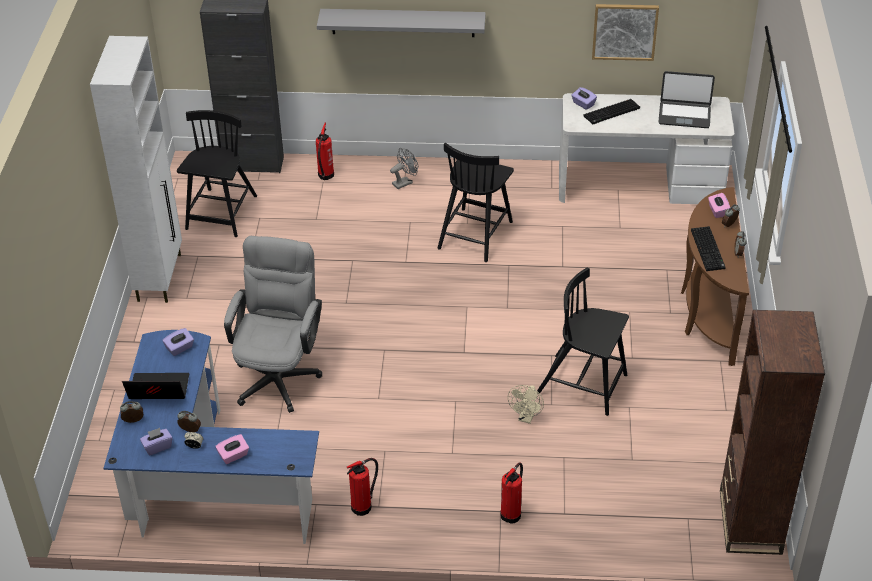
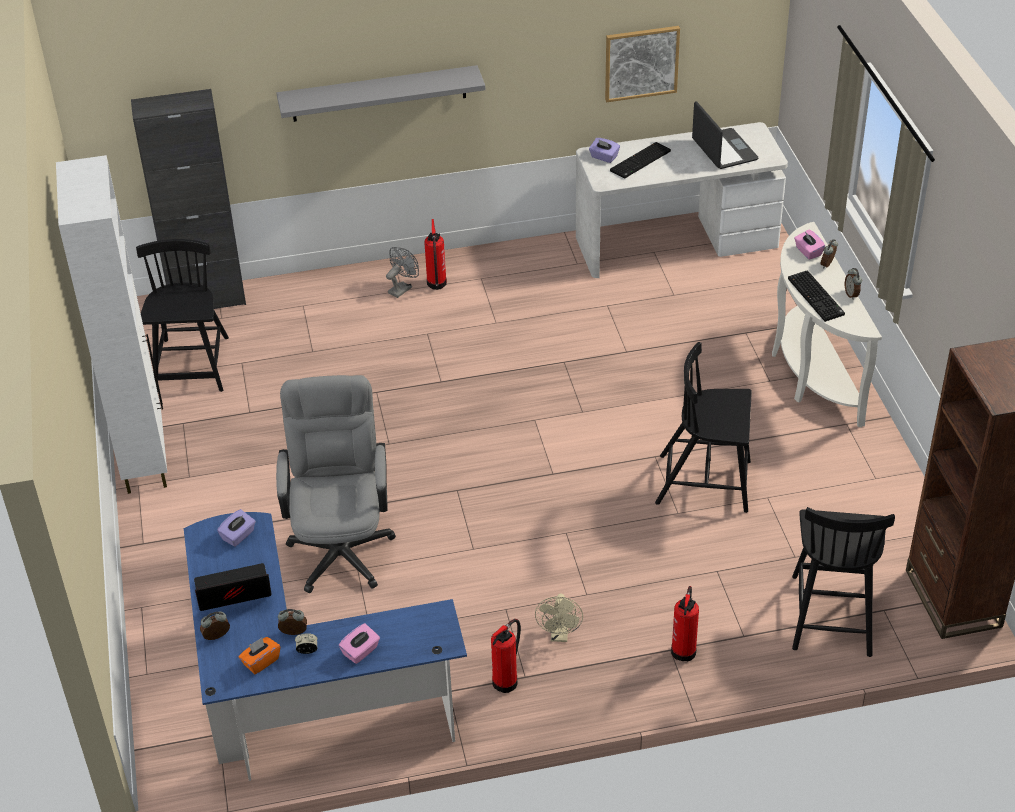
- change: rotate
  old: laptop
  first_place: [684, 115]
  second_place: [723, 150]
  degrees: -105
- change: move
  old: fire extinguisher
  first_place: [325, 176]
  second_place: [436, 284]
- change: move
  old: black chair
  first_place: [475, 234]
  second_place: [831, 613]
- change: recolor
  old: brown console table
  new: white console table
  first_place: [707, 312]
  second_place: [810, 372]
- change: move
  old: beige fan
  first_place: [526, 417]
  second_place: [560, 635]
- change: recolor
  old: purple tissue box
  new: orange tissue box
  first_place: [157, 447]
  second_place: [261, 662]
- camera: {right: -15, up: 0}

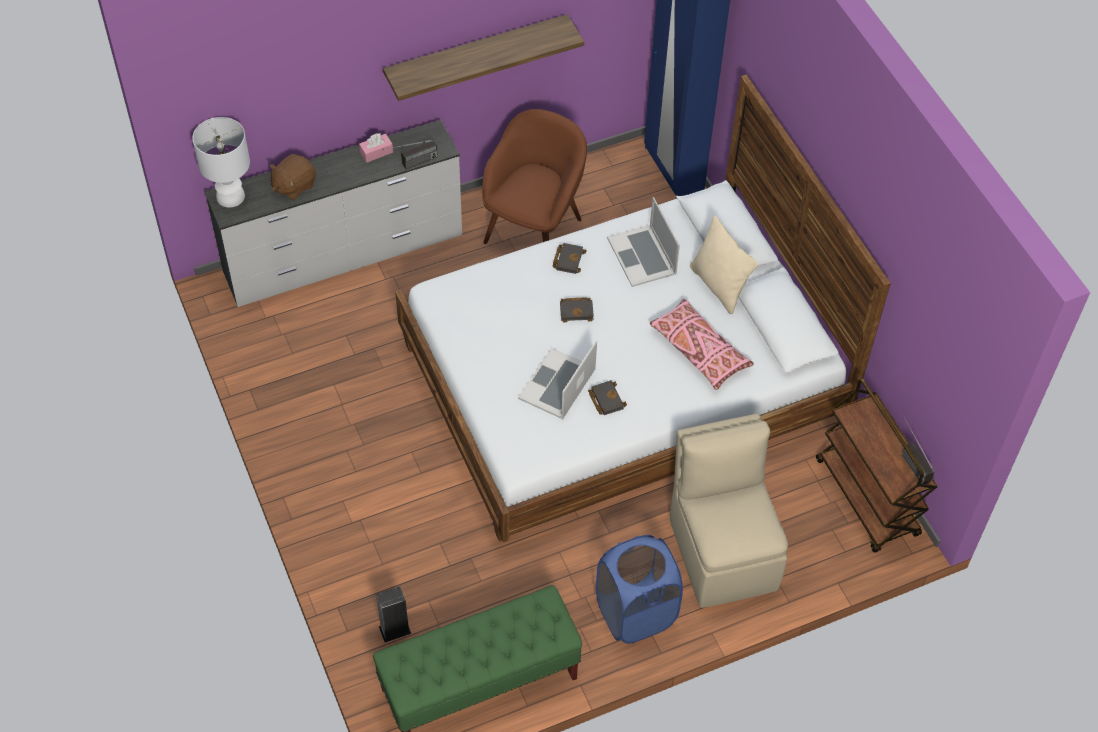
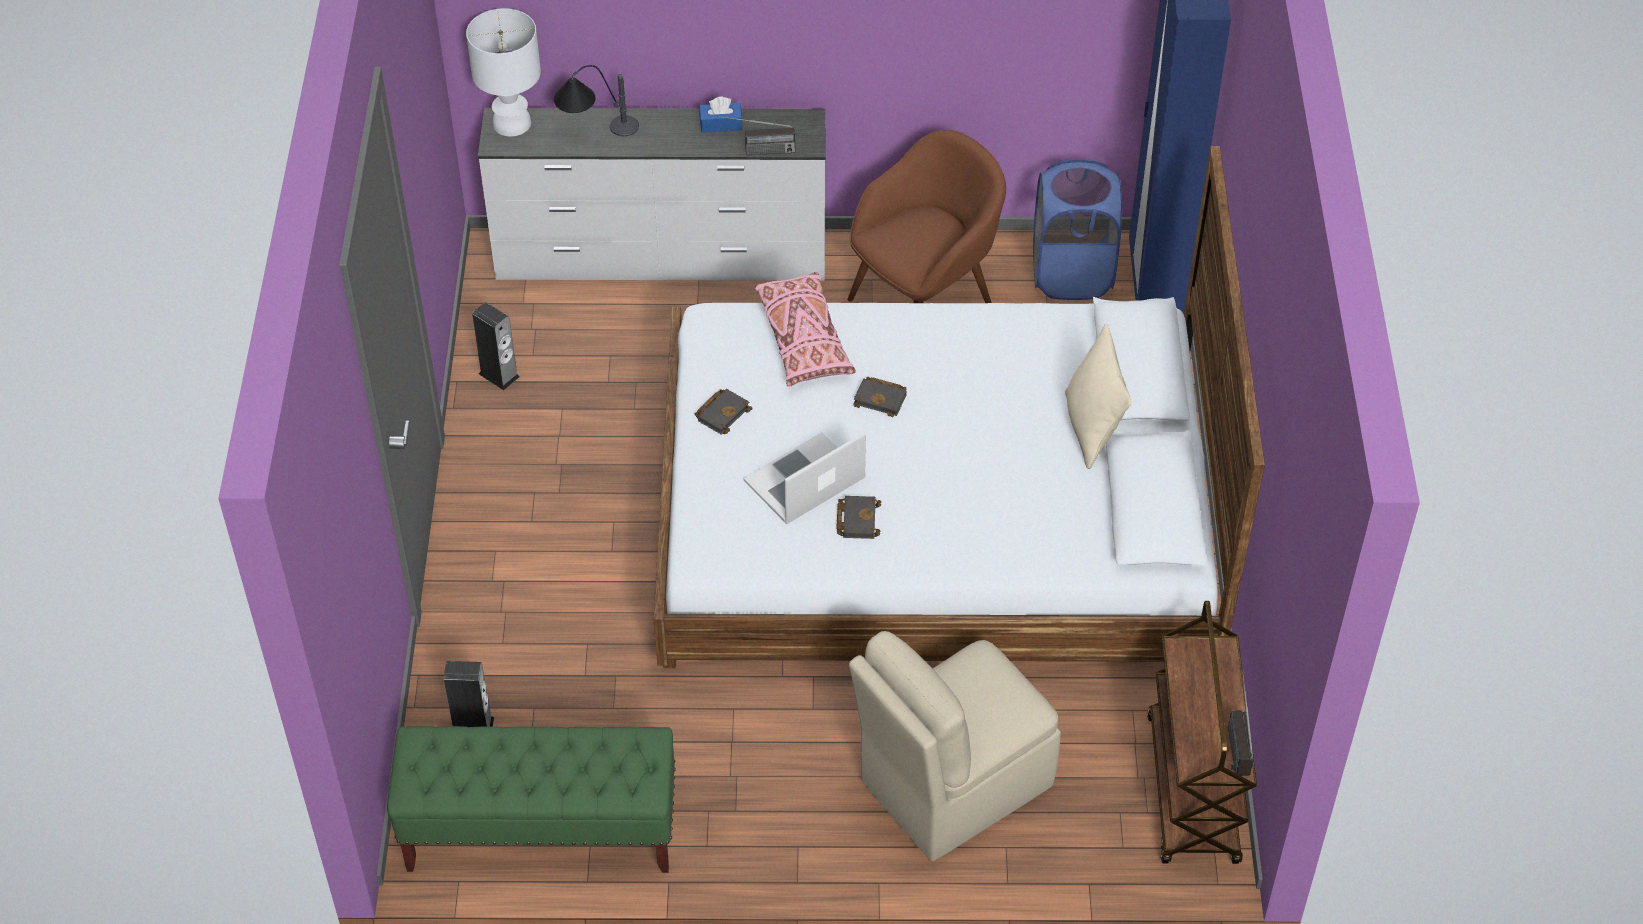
- change: delete
  old: shelf
  first_place: [476, 54]
- change: recolor
  old: pink tissue box
  new: blue tissue box
  first_place: [376, 152]
  second_place: [721, 124]
- change: replace
  old: brown plush toy
  new: table lamp
  first_place: [293, 186]
  second_place: [595, 133]
- change: delete
  old: laptop
  first_place: [642, 256]
- change: move
  old: black book
  first_place: [568, 259]
  second_place: [722, 413]
- change: move
  old: pink pillow
  first_place: [699, 350]
  second_place: [803, 340]
- change: rotate
  old: beige chair
  first_place: [722, 551]
  second_place: [951, 785]
  degrees: -135
- change: move
  old: blue laundry basket
  first_place: [635, 613]
  second_place: [1072, 274]
- change: insert
  new: speaker
  second_place: [499, 375]
- camera: {right: 25, up: -5}

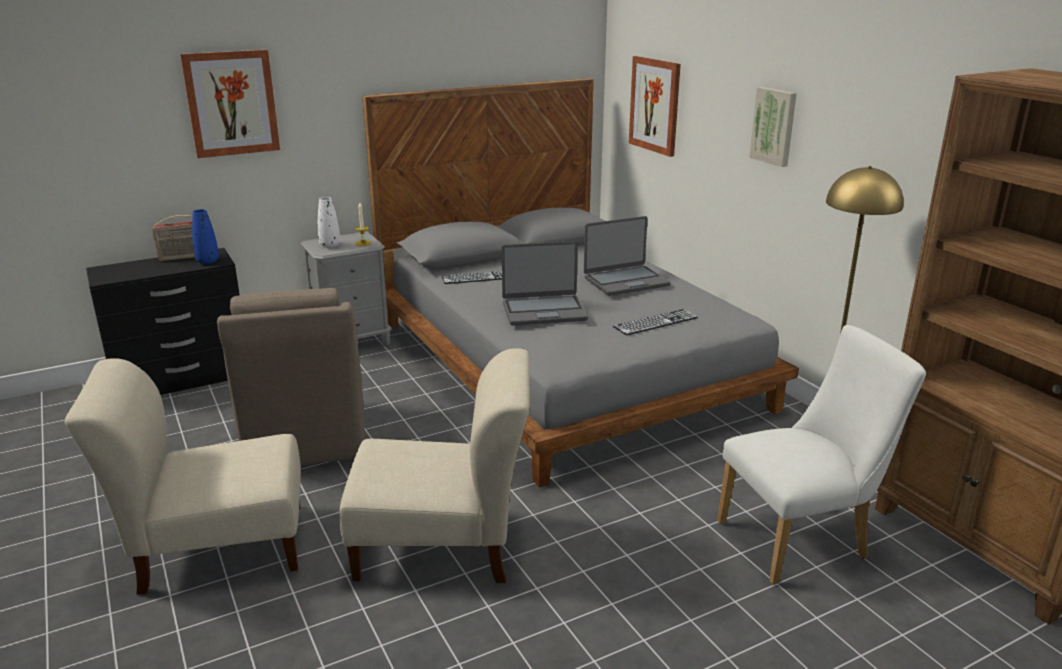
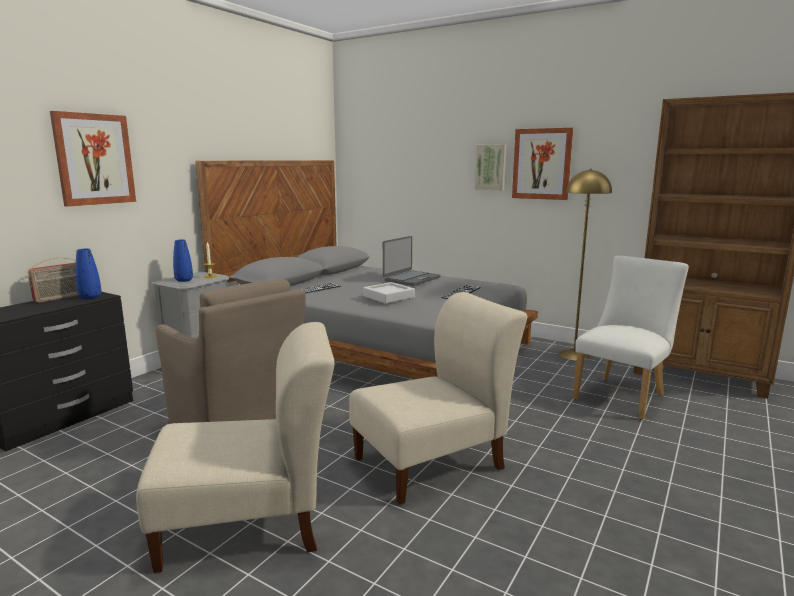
- change: move
  old: picture
  first_place: [655, 105]
  second_place: [542, 164]
- change: recolor
  old: white vase
  new: blue vase
  first_place: [330, 245]
  second_place: [184, 280]
- change: replace
  old: laptop
  new: grey tray
  first_place: [544, 311]
  second_place: [388, 296]
- change: rotate
  old: beige chair
  first_place: [215, 547]
  second_place: [249, 523]
  degrees: -150
- camera: {right: -30, up: -10}

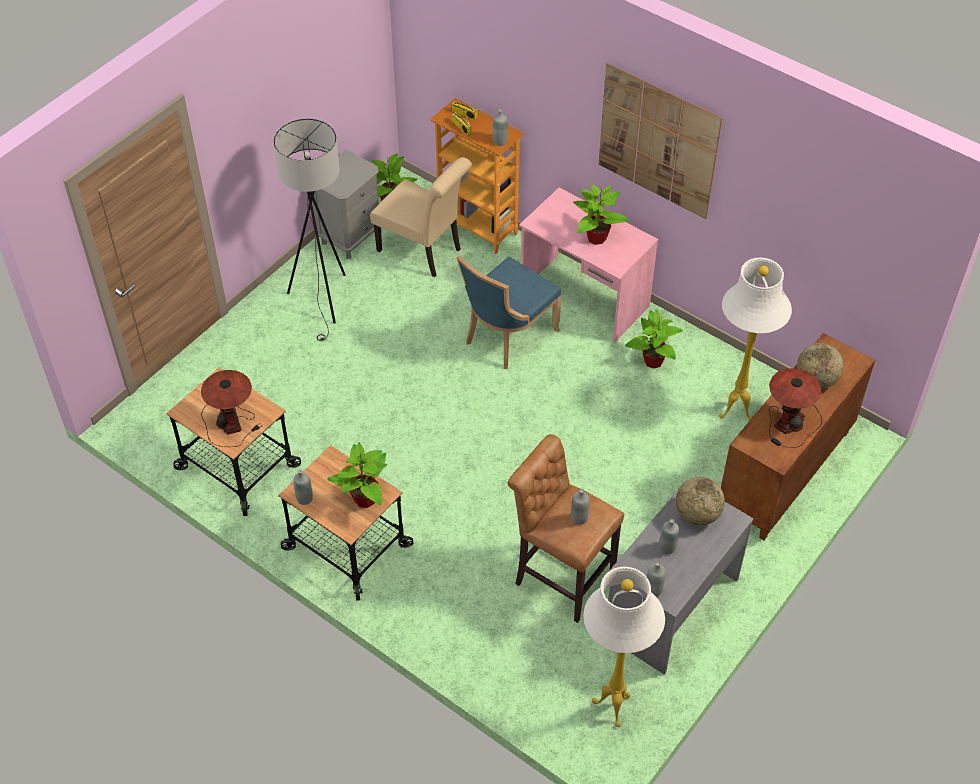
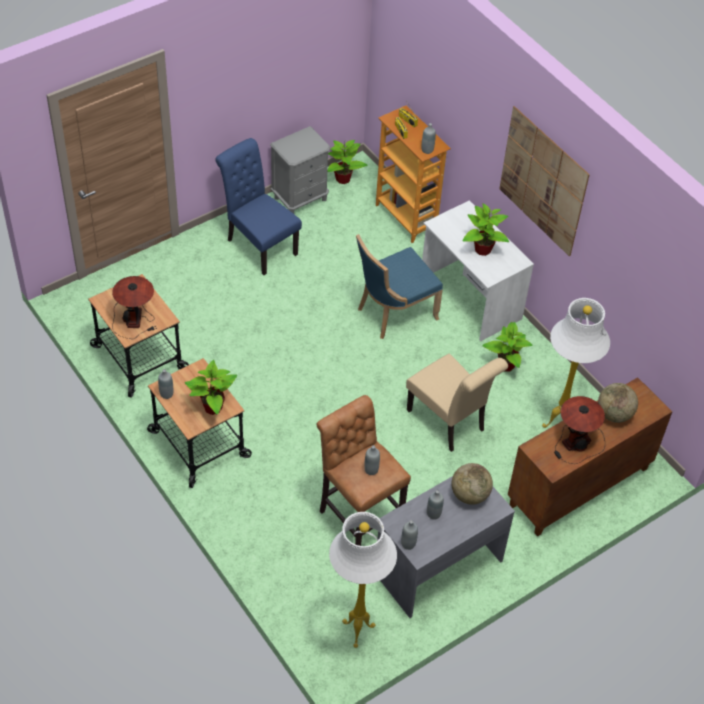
- change: replace
  old: grey floor lamp
  new: blue chair
  first_place: [324, 300]
  second_place: [258, 245]
- change: move
  old: beige chair
  first_place: [424, 251]
  second_place: [449, 423]
- change: recolor
  old: pink desk
  new: white desk
  first_place: [584, 298]
  second_place: [469, 298]
- camera: {right: 15, up: 0}

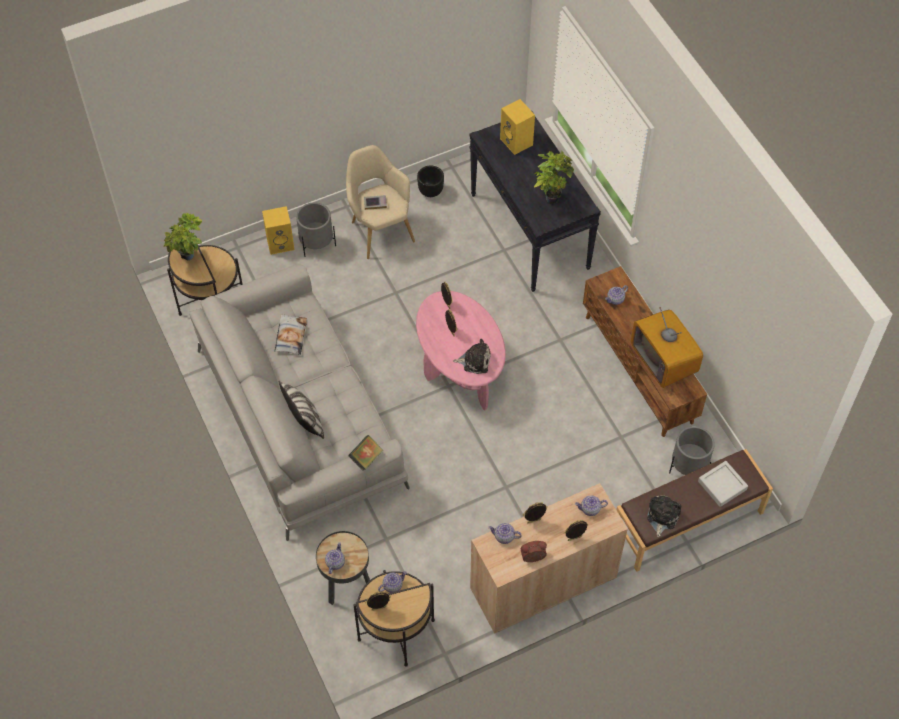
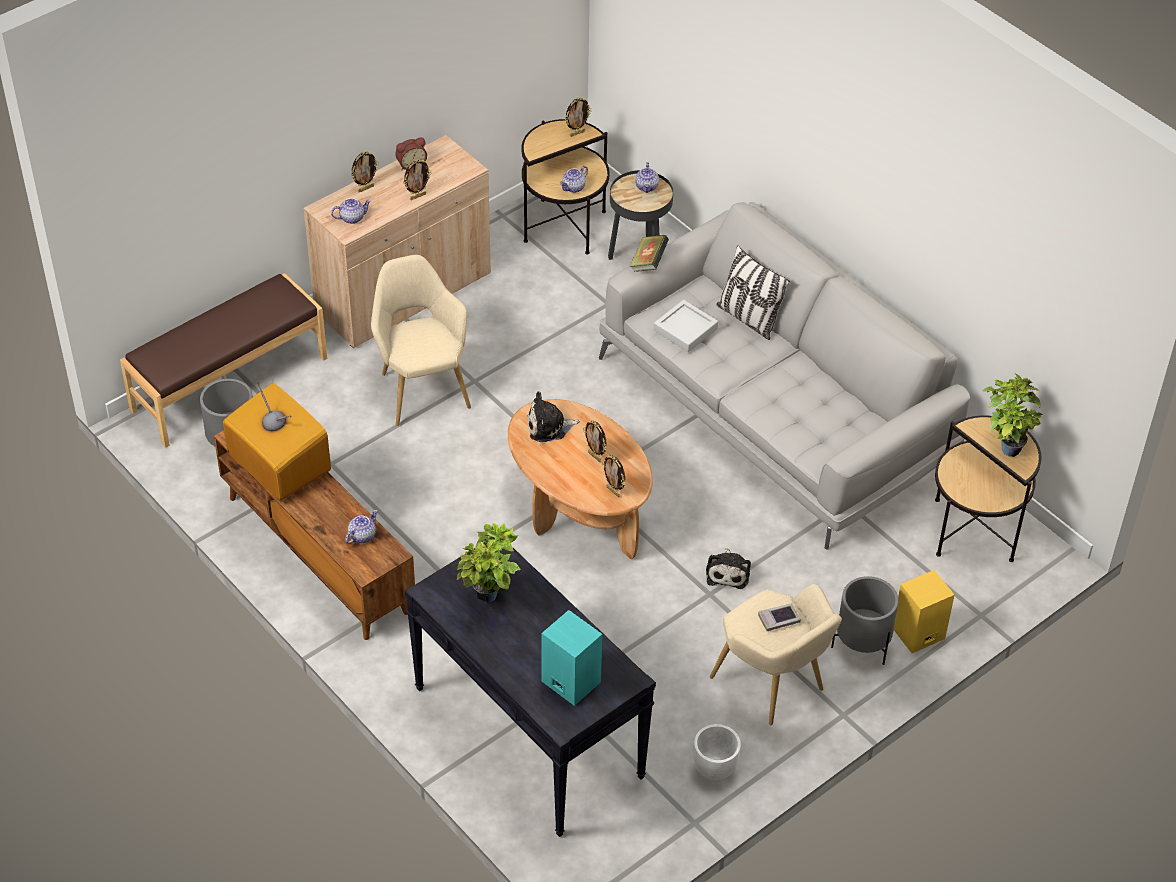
- change: recolor
  old: yellow speaker
  new: turquoise speaker
  first_place: [517, 142]
  second_place: [569, 681]
- change: recolor
  old: black planter
  new: white planter
  first_place: [431, 191]
  second_place: [714, 769]
- change: recolor
  old: pink coffee table
  new: brown coffee table
  first_place: [460, 367]
  second_place: [578, 509]
- change: delete
  old: pillow
  first_place: [290, 336]
- change: move
  old: grey tray
  first_place: [722, 485]
  second_place: [685, 329]
- change: move
  old: plush toy
  first_place: [662, 517]
  second_place: [728, 572]
- change: delete
  old: teapot
  first_place: [504, 537]
- change: insert
  new: beige armchair
  second_place: [421, 387]
- camera: {right: 165, up: -10}

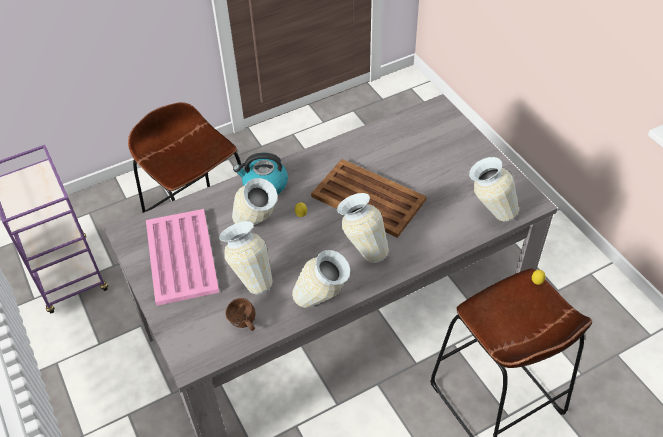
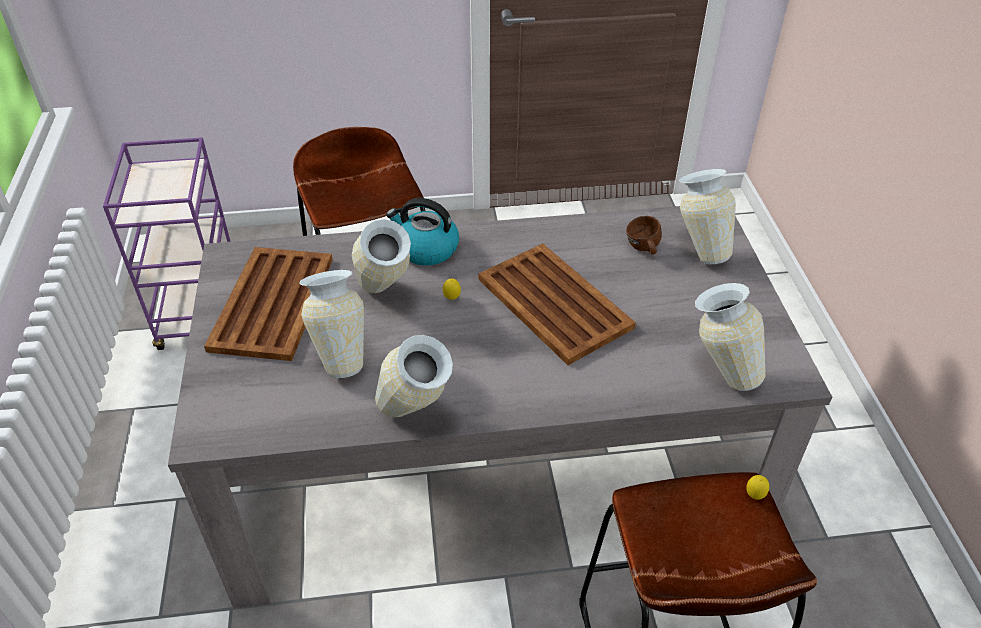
- change: move
  old: vase
  first_place: [362, 249]
  second_place: [699, 249]
- change: recolor
  old: pink tray
  new: brown tray
  first_place: [181, 255]
  second_place: [273, 302]
- change: move
  old: brown mug
  first_place: [243, 324]
  second_place: [642, 249]
- camera: {right: 20, up: -5}

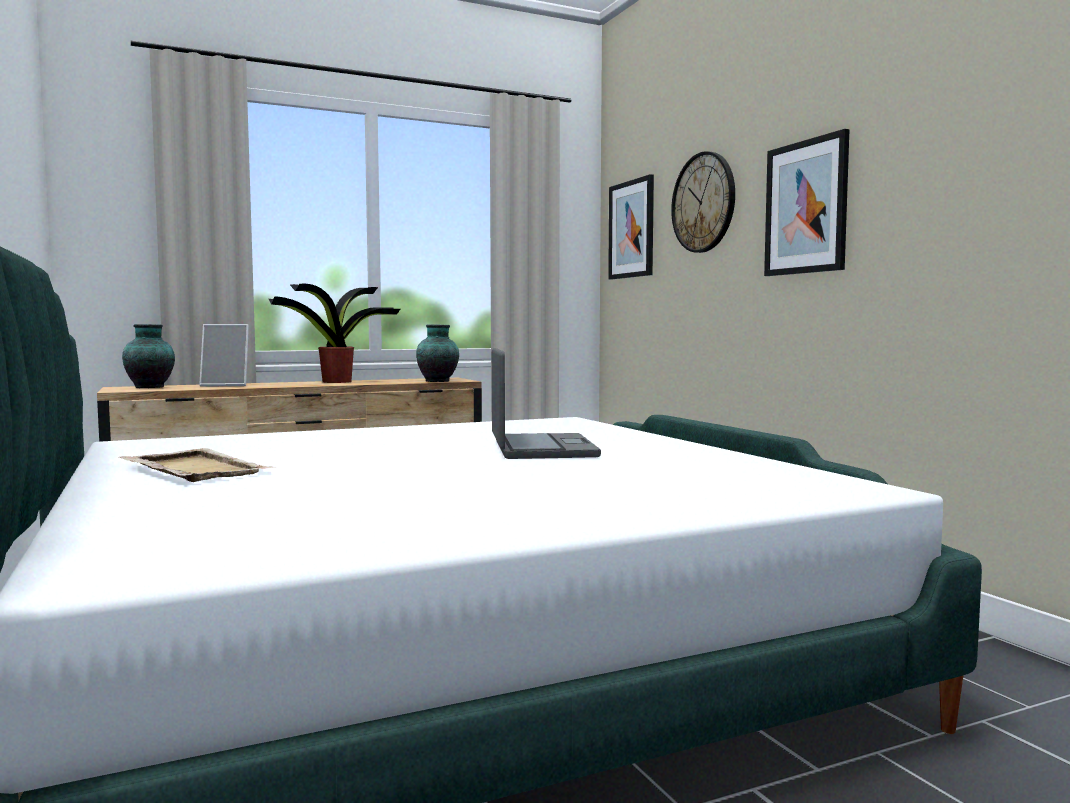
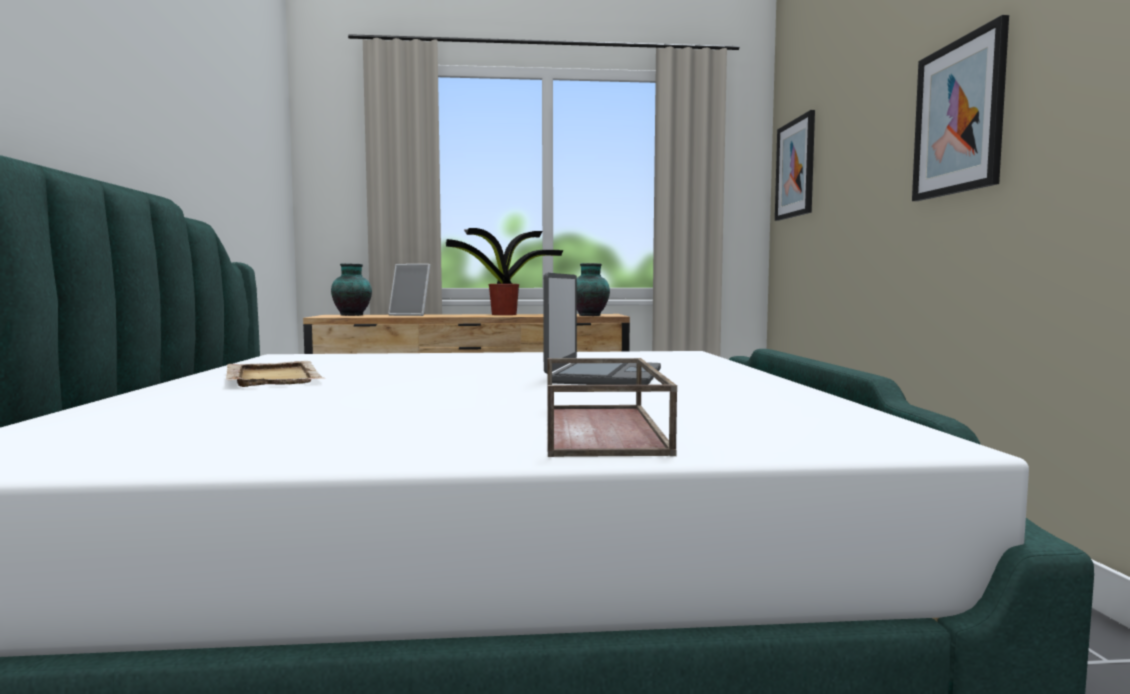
- change: delete
  old: wall clock
  first_place: [703, 202]
- change: insert
  new: brown tray
  second_place: [604, 429]
- camera: {right: 20, up: 0}

